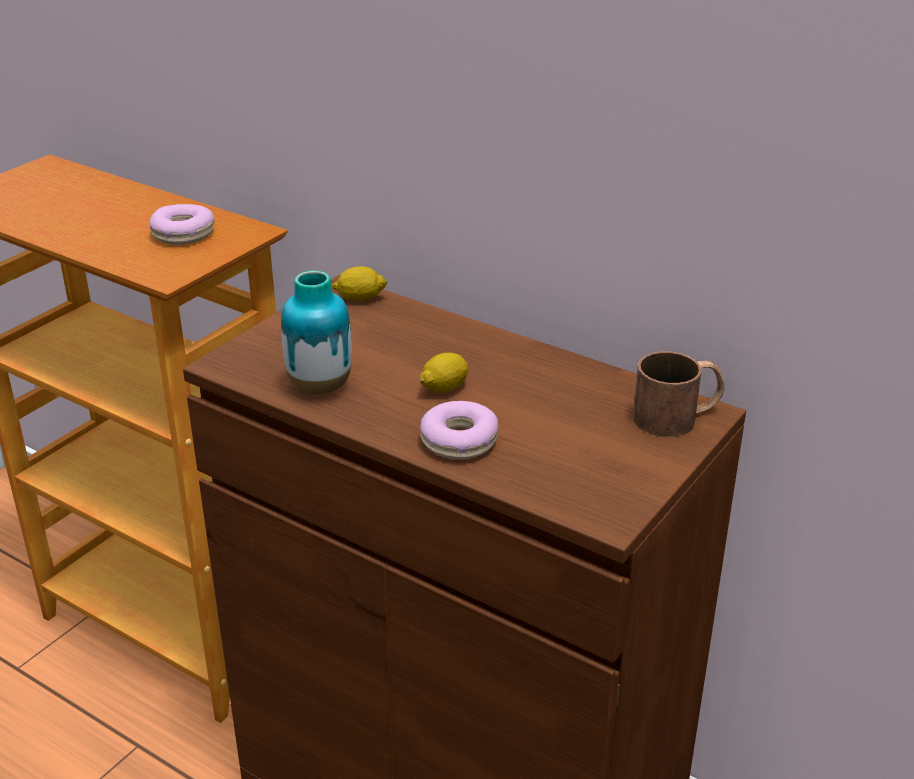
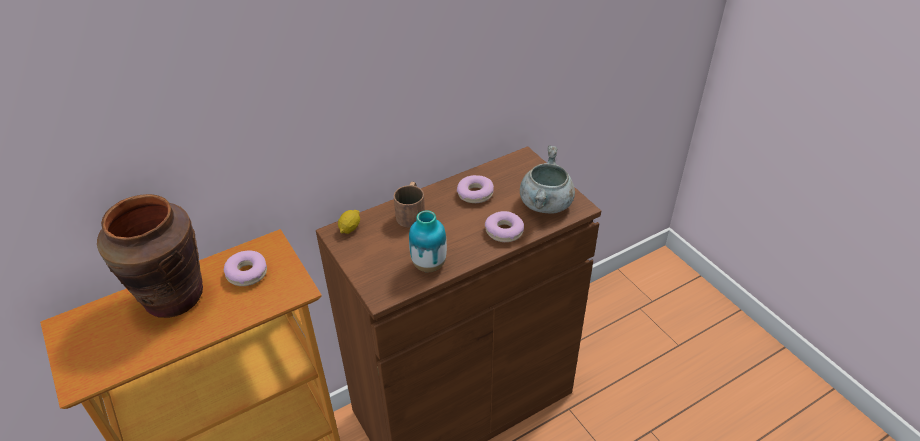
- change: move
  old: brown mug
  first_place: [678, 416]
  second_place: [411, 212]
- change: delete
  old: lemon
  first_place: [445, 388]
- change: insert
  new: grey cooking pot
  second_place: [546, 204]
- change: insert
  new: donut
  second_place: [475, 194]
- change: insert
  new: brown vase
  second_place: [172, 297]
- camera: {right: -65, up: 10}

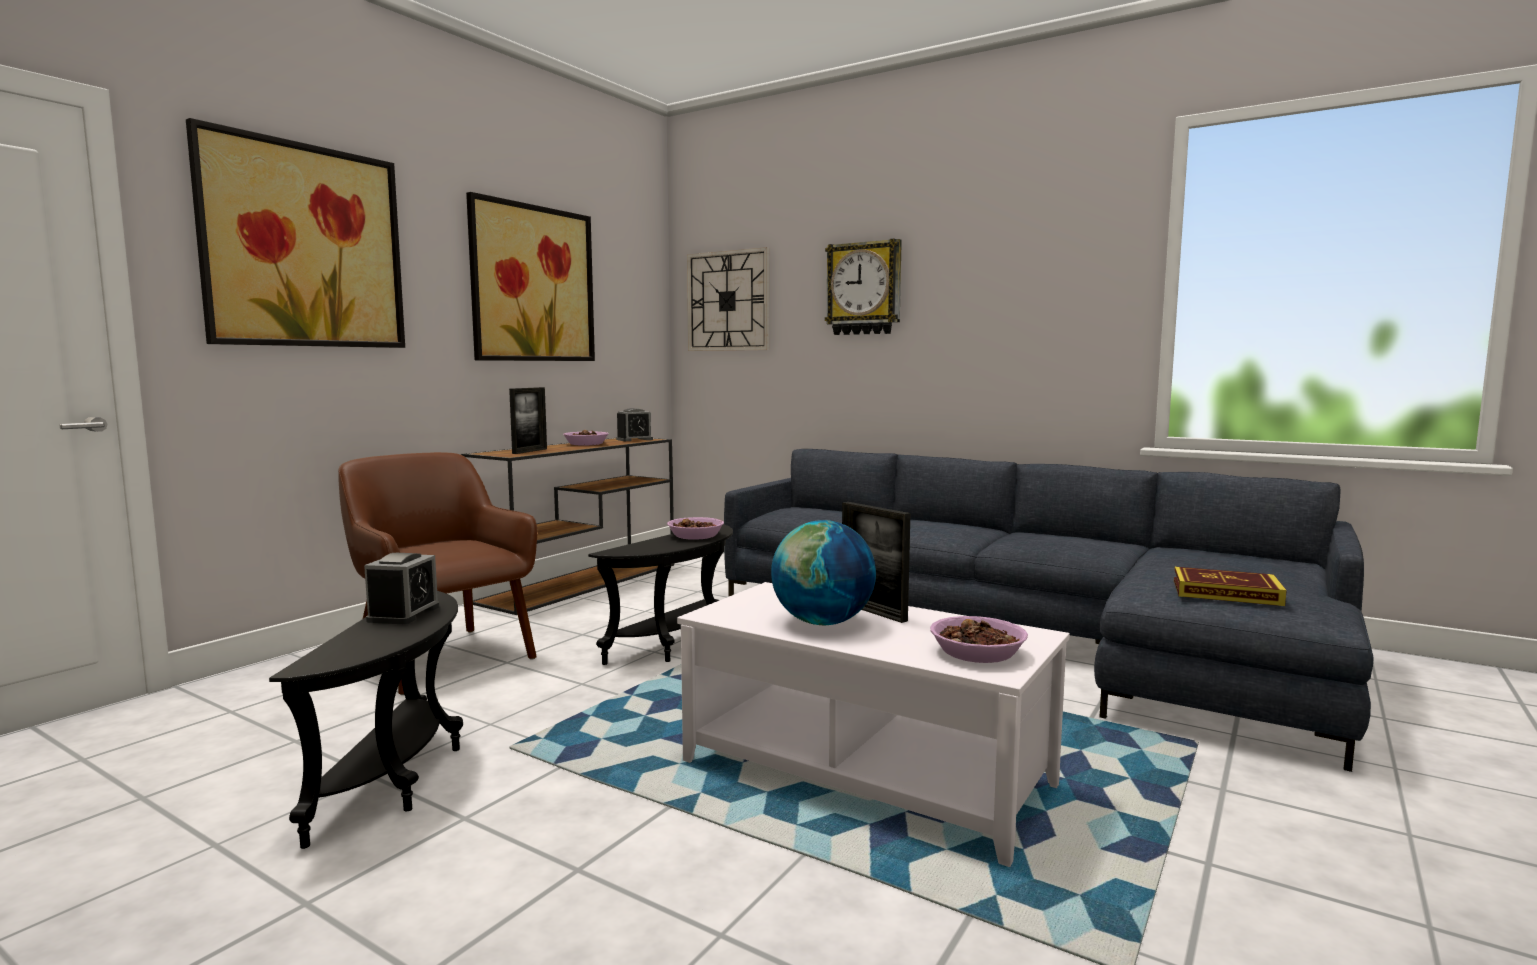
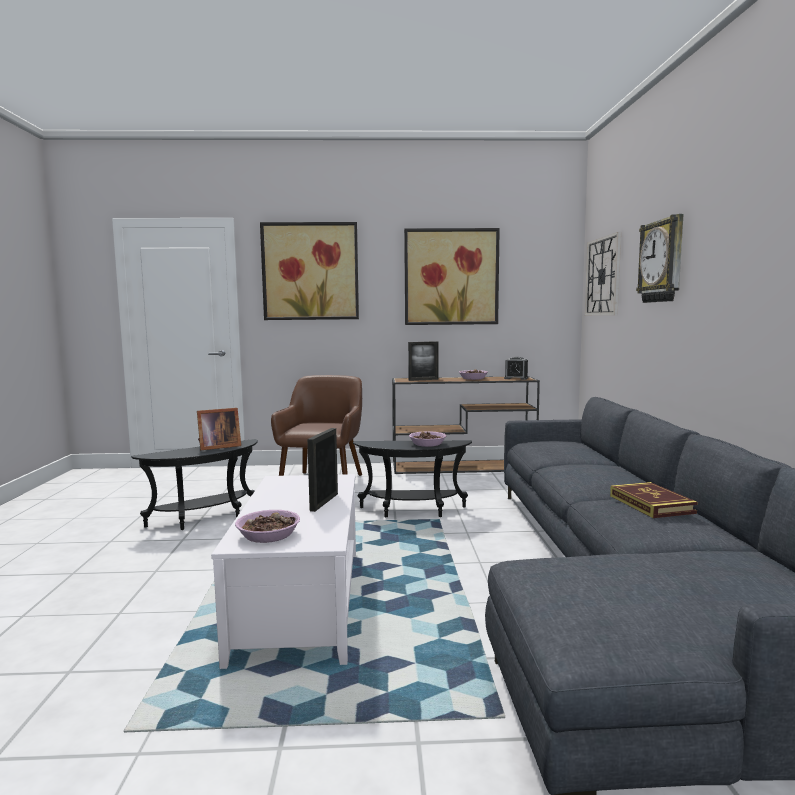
- change: delete
  old: globe
  first_place: [822, 623]
- change: replace
  old: alarm clock
  new: picture frame
  first_place: [404, 614]
  second_place: [217, 447]
- change: move
  old: book
  first_place: [1226, 592]
  second_place: [651, 504]
- camera: {right: 55, up: 0}

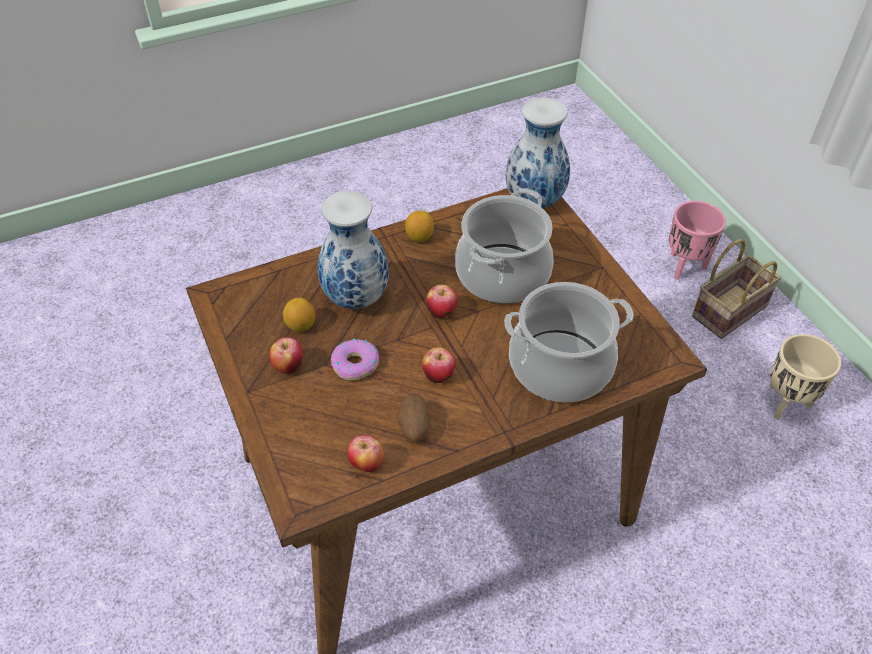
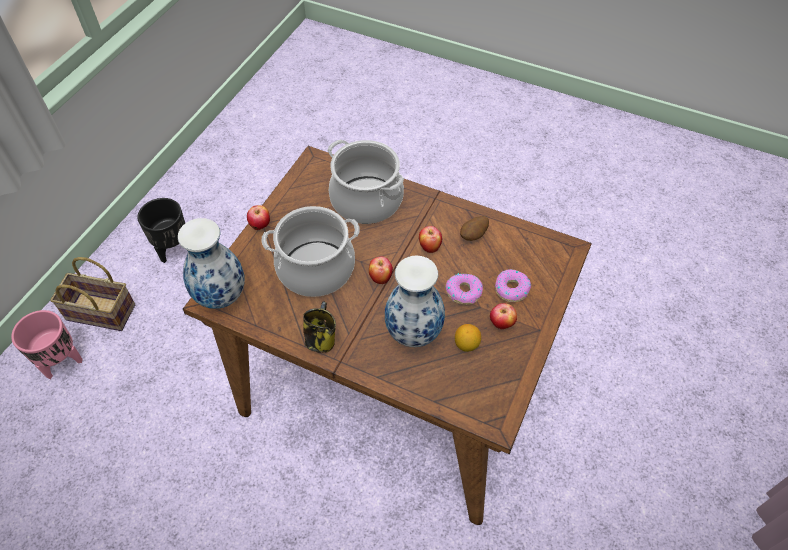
- change: replace
  old: lemon
  new: mug
  first_place: [419, 237]
  second_place: [321, 339]
- change: recolor
  old: beige planter
  new: black planter
  first_place: [787, 403]
  second_place: [174, 249]
- change: move
  old: apple
  first_place: [366, 464]
  second_place: [260, 226]
- change: insert
  new: donut
  second_place: [511, 289]
- camera: {right: -130, up: 5}

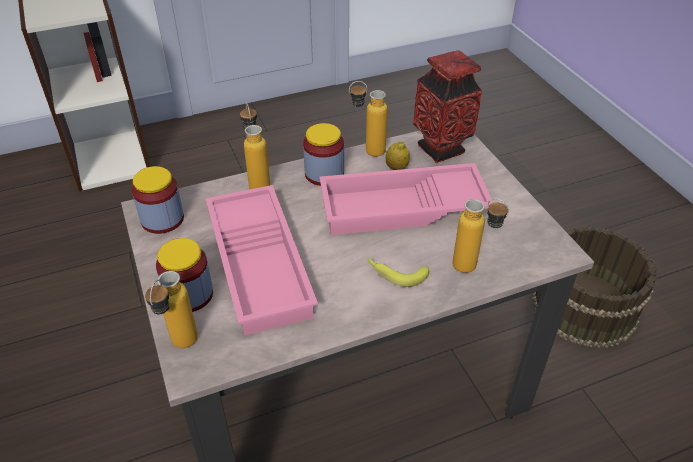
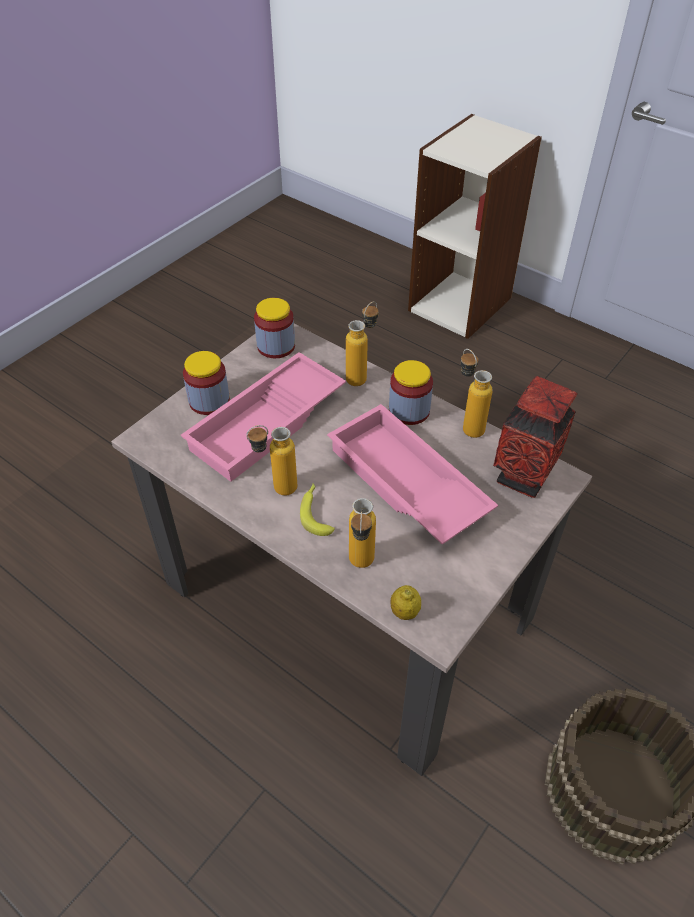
- change: move
  old: lemon
  first_place: [396, 168]
  second_place: [404, 612]
- change: move
  old: bottle
  first_place: [180, 348]
  second_place: [276, 490]
- camera: {right: 60, up: 5}

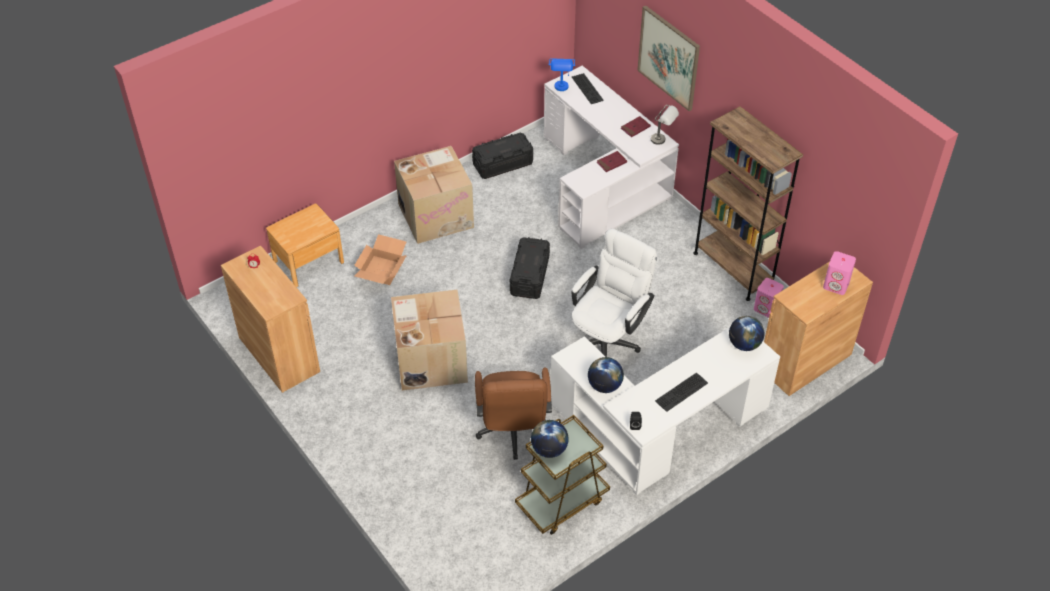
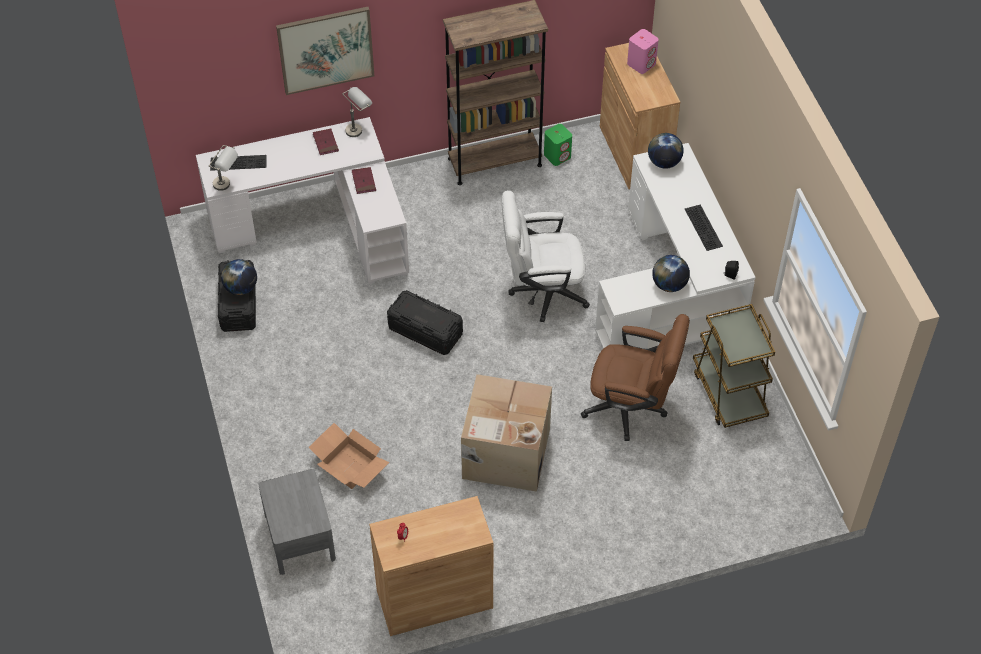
- change: recolor
  old: blue table lamp
  new: grey table lamp
  first_place: [561, 90]
  second_place: [227, 185]
- change: delete
  old: cardboard box
  first_place: [436, 215]
- change: recolor
  old: brown nightstand
  new: grey nightstand
  first_place: [308, 261]
  second_place: [300, 537]
- change: rotate
  old: white office chair
  first_place: [608, 338]
  second_place: [542, 291]
  degrees: -60
- change: recolor
  old: pink speaker
  new: green speaker
  first_place: [766, 308]
  second_place: [557, 156]
- change: move
  old: globe
  first_place: [549, 449]
  second_place: [241, 288]
- camera: {right: -70, up: 5}

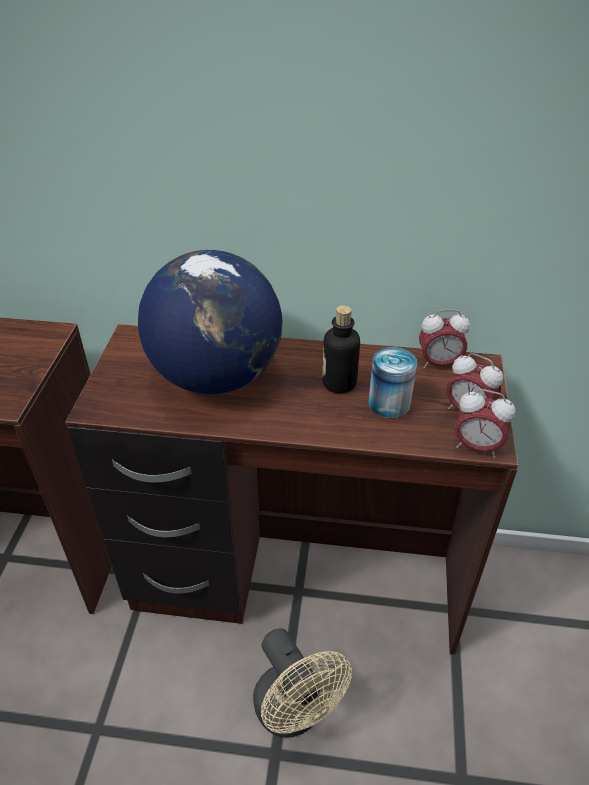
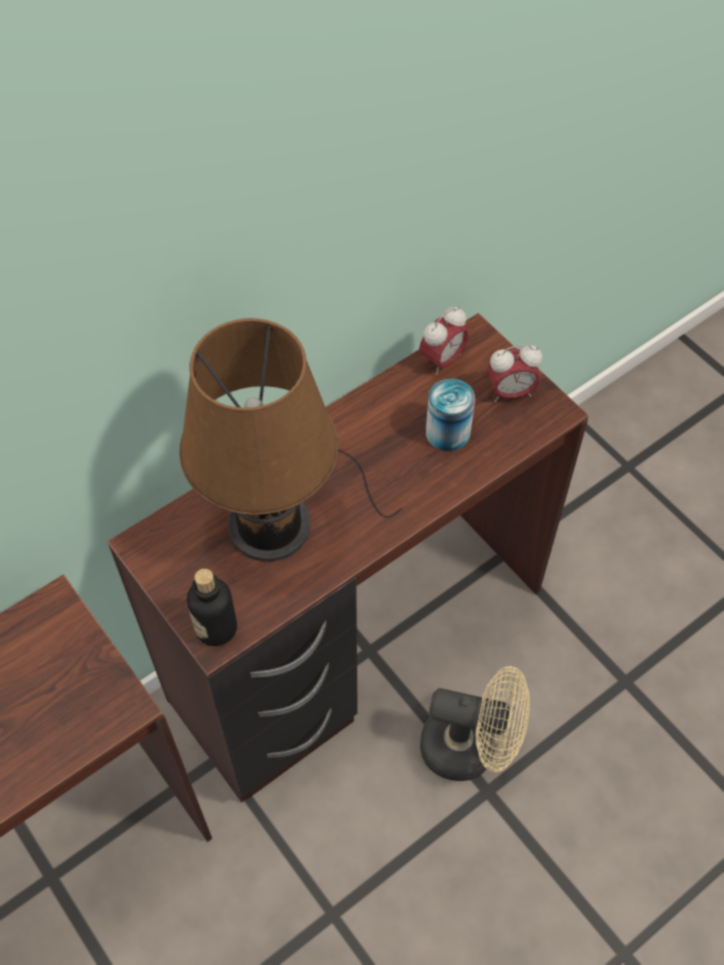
- change: replace
  old: globe
  new: brown table lamp
  first_place: [216, 376]
  second_place: [278, 520]
- change: move
  old: bottle
  first_place: [339, 383]
  second_place: [216, 628]
- change: delete
  old: alarm clock
  first_place: [476, 446]
- camera: {right: -45, up: 15}

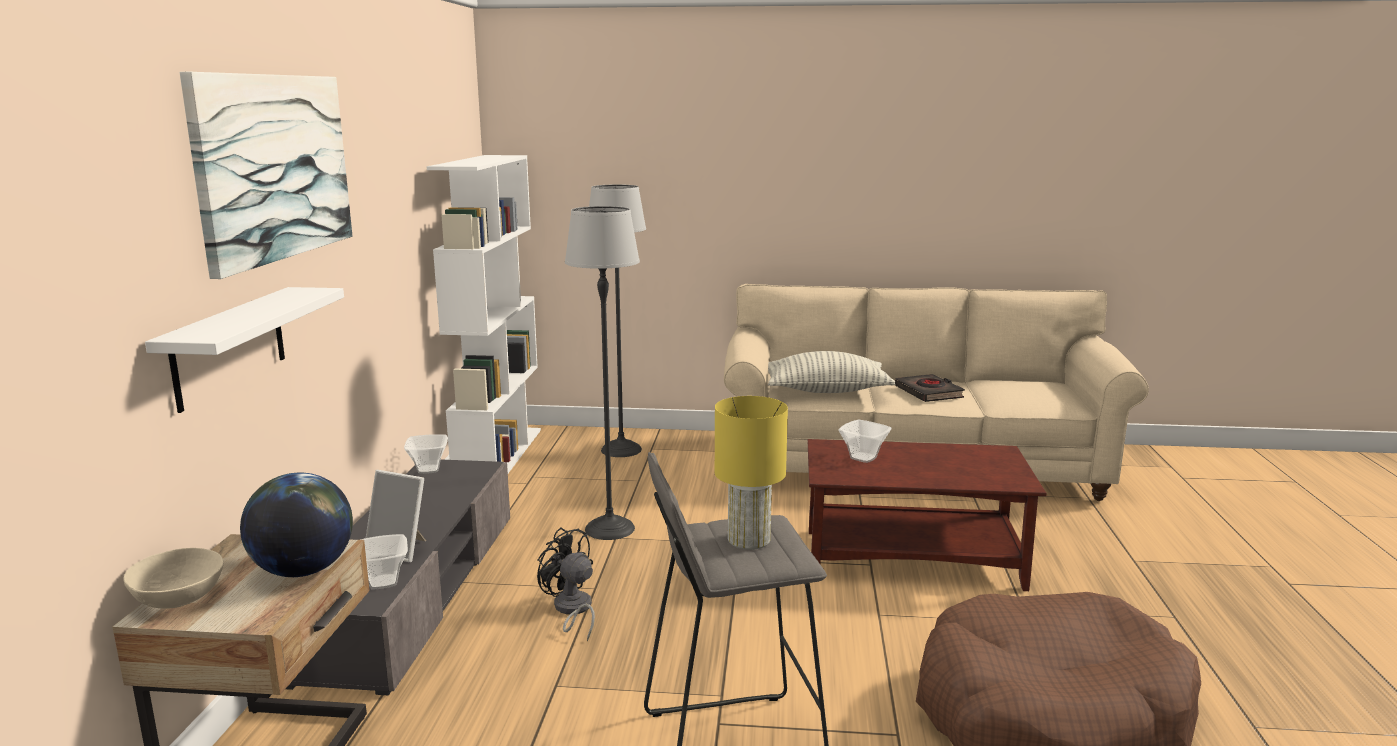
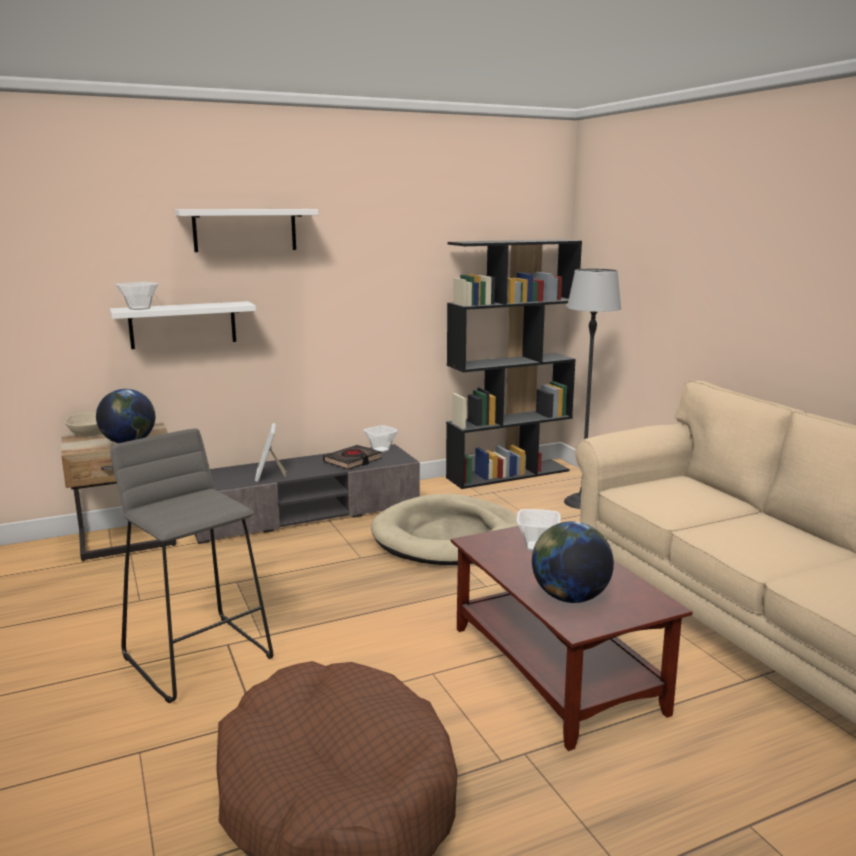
- change: replace
  old: picture
  new: white shelf
  first_place: [274, 167]
  second_place: [245, 230]
- change: recolor
  old: white bookcase
  new: black bookcase
  first_place: [498, 455]
  second_place: [508, 474]
- change: replace
  old: floor lamp
  new: beige dog bed
  first_place: [610, 528]
  second_place: [449, 537]
- change: delete
  old: pillow
  first_place: [826, 391]
- change: move
  old: black book
  first_place: [928, 393]
  second_place: [352, 461]
- change: delete
  old: yellow table lamp
  first_place: [748, 541]
- change: delete
  old: black fan
  first_place: [572, 610]
- change: move
  old: bowl
  first_place: [384, 582]
  second_place: [140, 308]
- change: insert
  new: globe
  second_place: [569, 597]
- camera: {right: 60, up: 0}

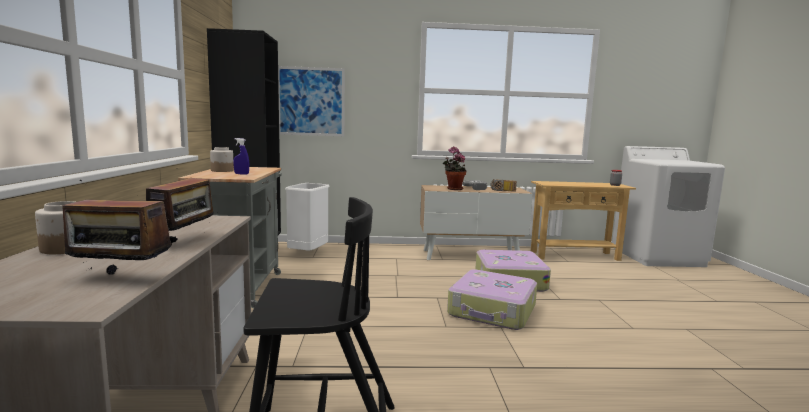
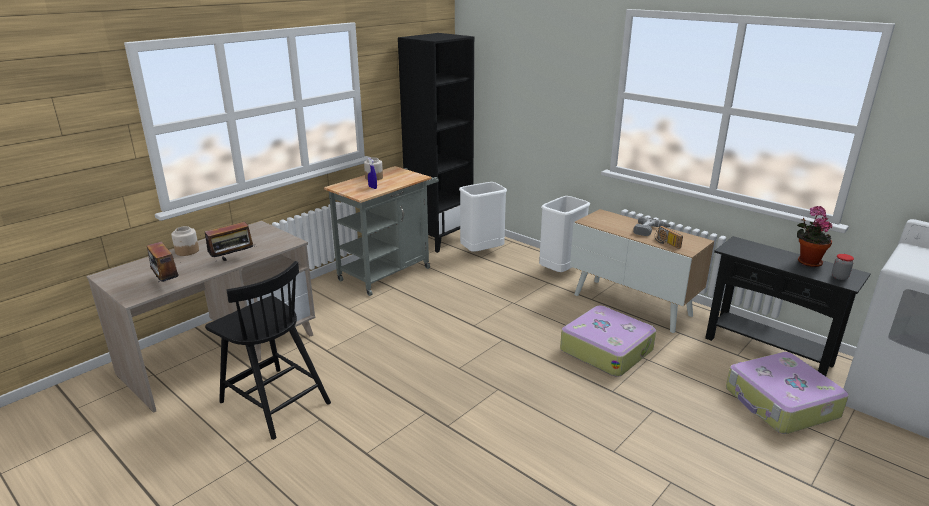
- change: delete
  old: picture
  first_place: [311, 101]
- change: move
  old: potted plant
  first_place: [453, 189]
  second_place: [807, 262]
- change: recolor
  old: beige console table
  new: black console table
  first_place: [574, 255]
  second_place: [767, 351]
- change: move
  old: suitcase
  first_place: [492, 311]
  second_place: [780, 403]
- change: insert
  new: white trash can
  second_place: [560, 272]
- camera: {right: 45, up: 15}

